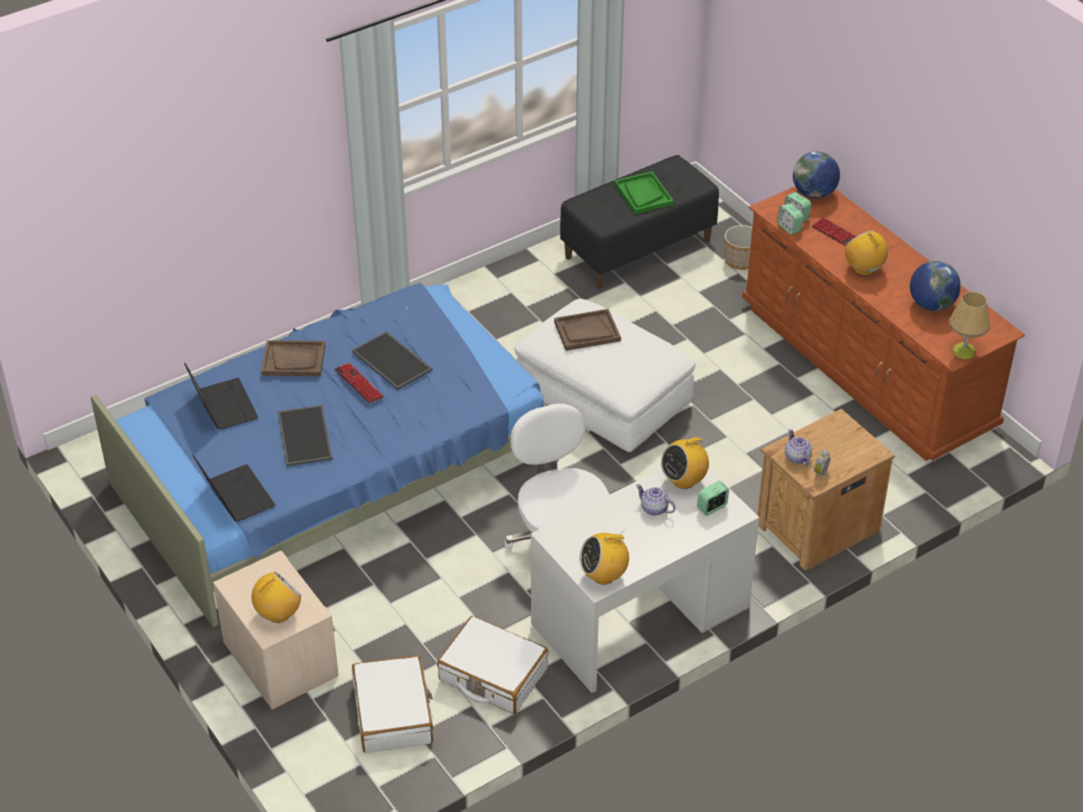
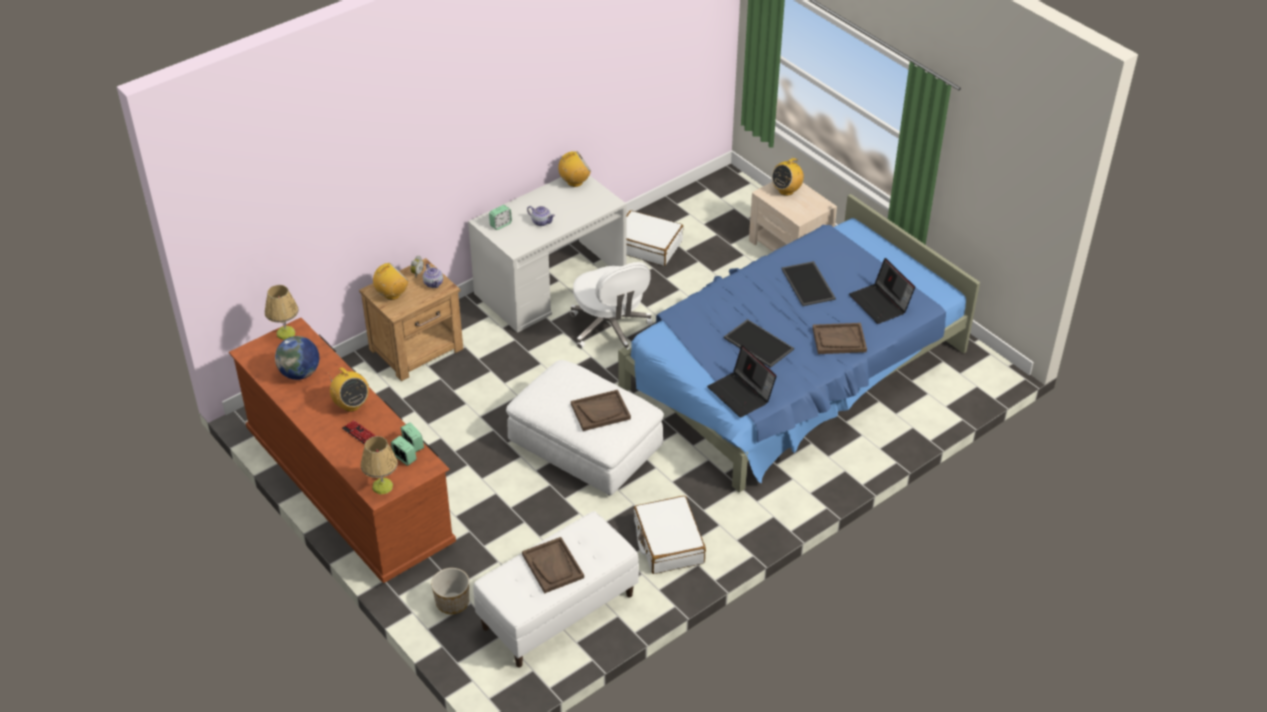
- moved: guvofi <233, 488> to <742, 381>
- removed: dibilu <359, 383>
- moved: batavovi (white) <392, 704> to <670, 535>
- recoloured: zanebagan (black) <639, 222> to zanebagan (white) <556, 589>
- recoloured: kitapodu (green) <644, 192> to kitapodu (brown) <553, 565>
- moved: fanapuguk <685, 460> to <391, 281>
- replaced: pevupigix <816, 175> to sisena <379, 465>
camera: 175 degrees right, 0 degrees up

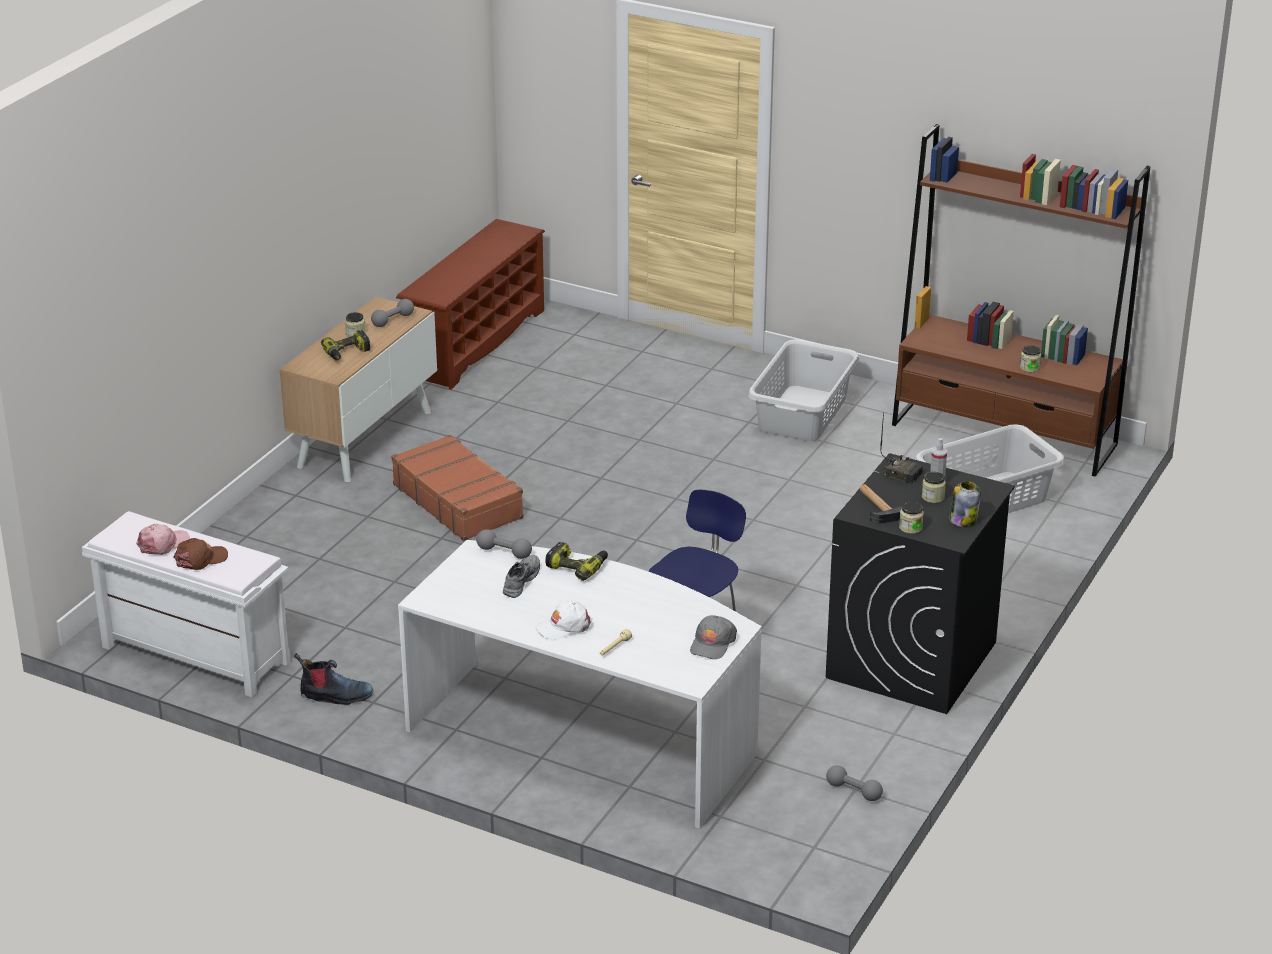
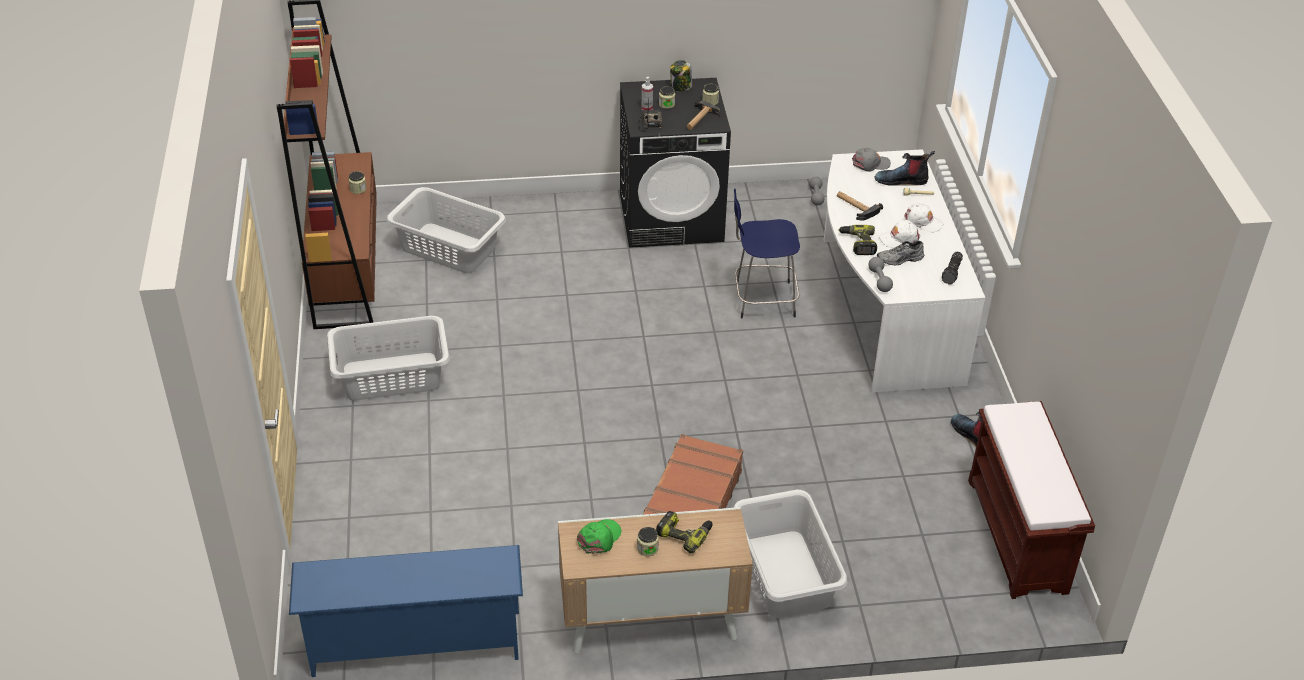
- recoloured: zanebagan (white) <186, 604> to zanebagan (brown) <1031, 500>
- removed: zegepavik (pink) <163, 539>
- removed: zegepavik (brown) <200, 554>
- replaced: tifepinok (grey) <392, 313> to zegepavik (green) <599, 536>
- recoloured: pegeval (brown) <470, 304> to pegeval (blue) <406, 611>
- added: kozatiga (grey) <790, 554>
- added: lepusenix <860, 206>
- added: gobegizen <904, 168>
- added: zegepavik (white) <900, 234>
- added: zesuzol <952, 268>
camera: 125 degrees left, 10 degrees up

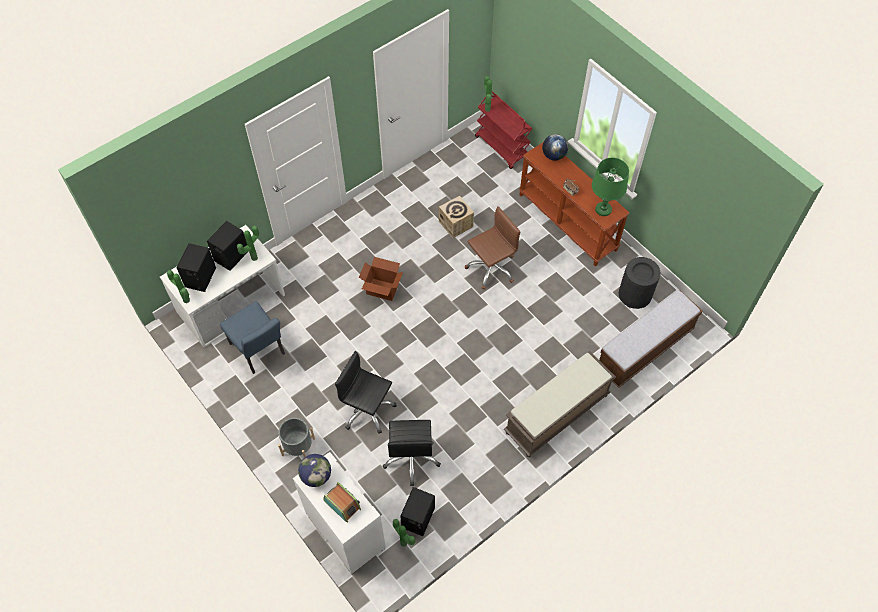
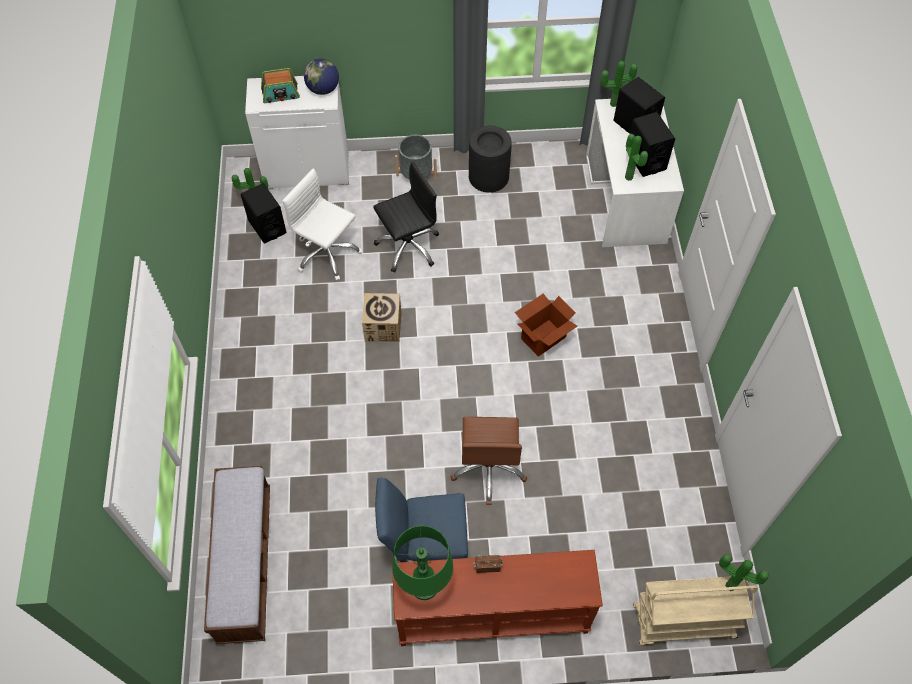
- moved: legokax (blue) <252, 337> to <421, 520>
- recoloured: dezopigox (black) <412, 453> to dezopigox (white) <322, 224>
- moved: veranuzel <456, 217> to <382, 317>
- recoloured: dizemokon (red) <503, 130> to dizemokon (beige) <695, 611>
- removed: zanebagan (brown) <560, 404>
- removed: pevupigix <555, 147>
- moved: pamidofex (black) <639, 283> to <490, 159>
camera: 125 degrees right, 0 degrees up

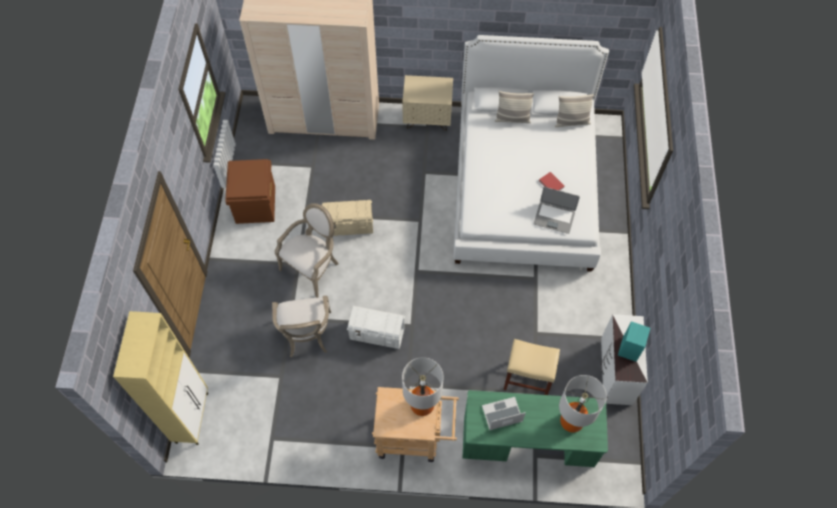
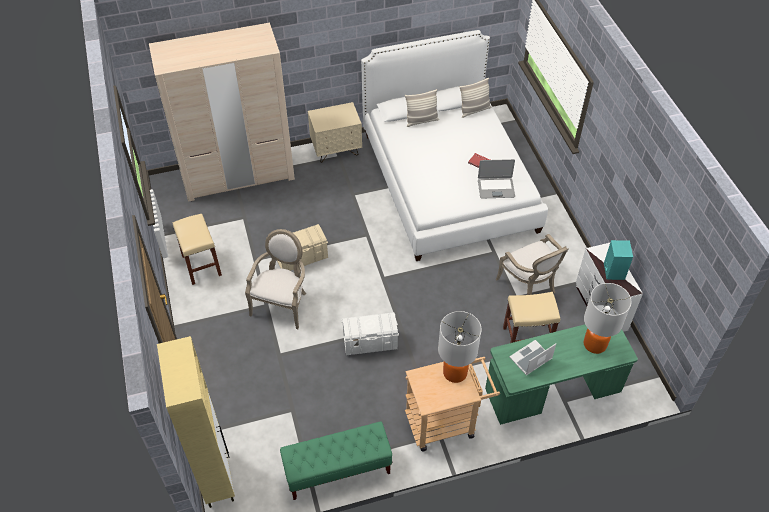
- replaced: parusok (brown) <250, 191> to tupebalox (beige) <197, 249>
- moved: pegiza <301, 326> to <532, 264>
- added: zanebagan (green) <336, 460>
camera: 20 degrees left, 10 degrees down

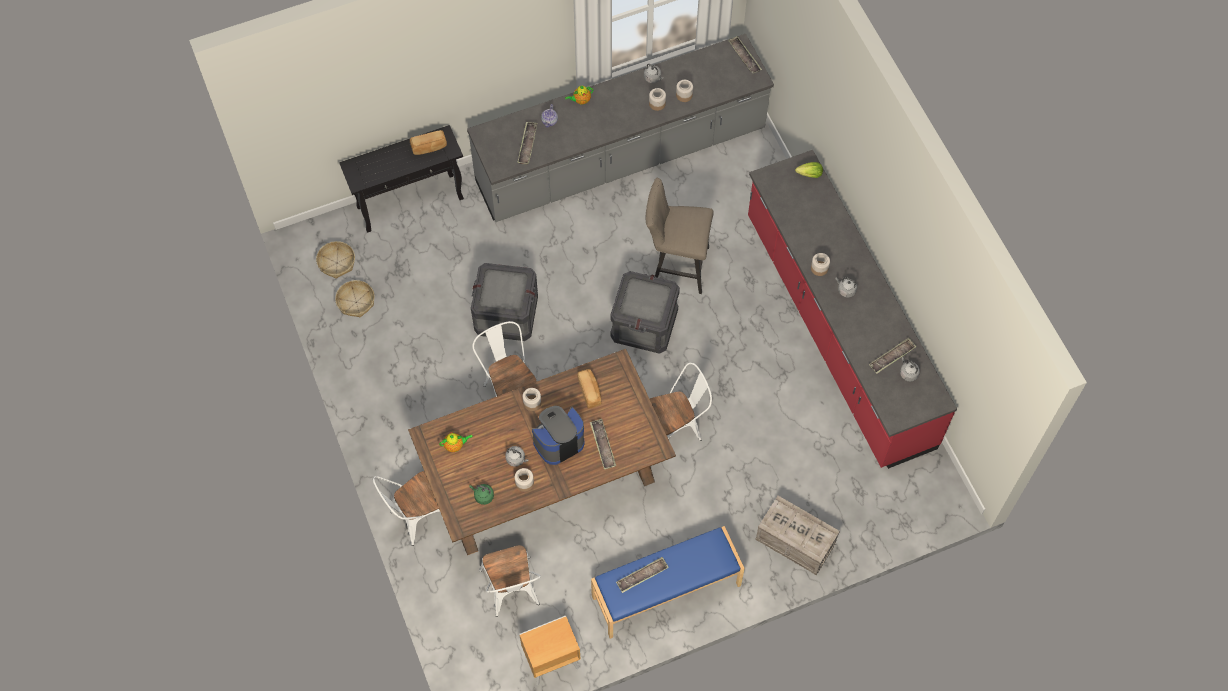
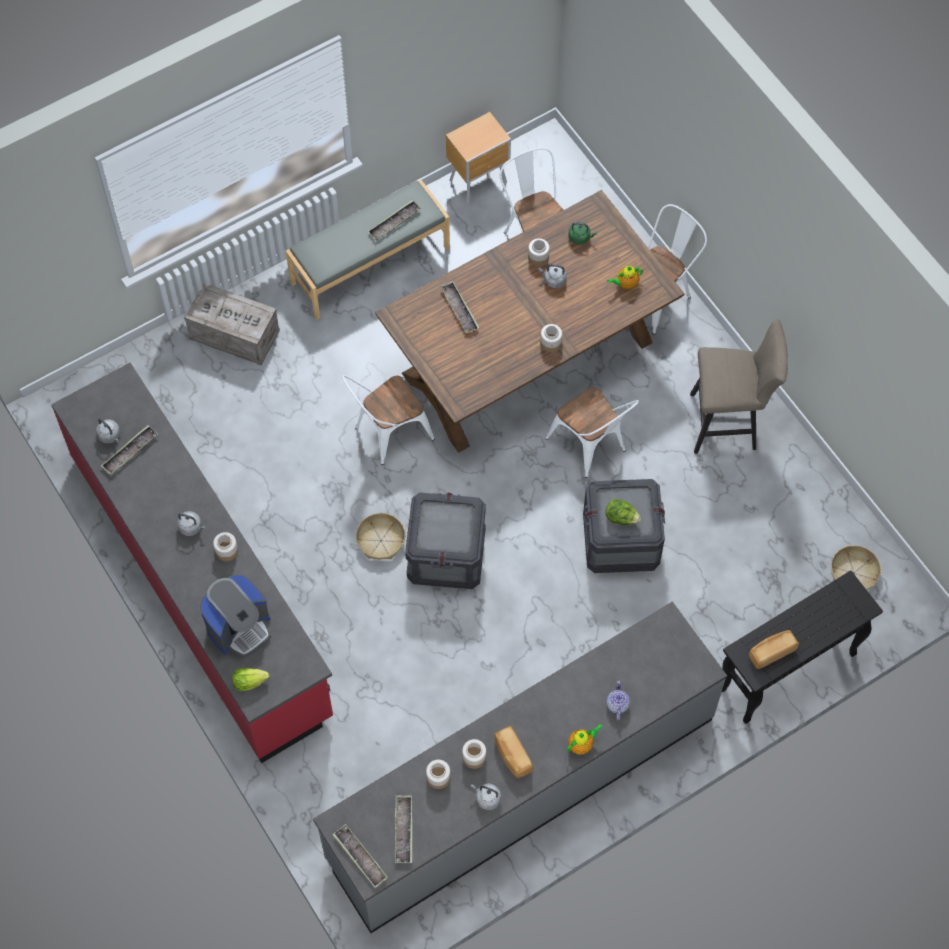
- moved: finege <355, 298> to <380, 536>
- moved: kitapodu <527, 143> to <403, 829>
- moved: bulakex <558, 435> to <235, 616>
- moved: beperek <589, 388> to <513, 752>
- recoloured: zanebagan (blue) <668, 582> to zanebagan (grey) <368, 250>
- moved: tupebalox (beige) <680, 236> to <739, 386>
- added: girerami <623, 512>
camera: 170 degrees right, 0 degrees up

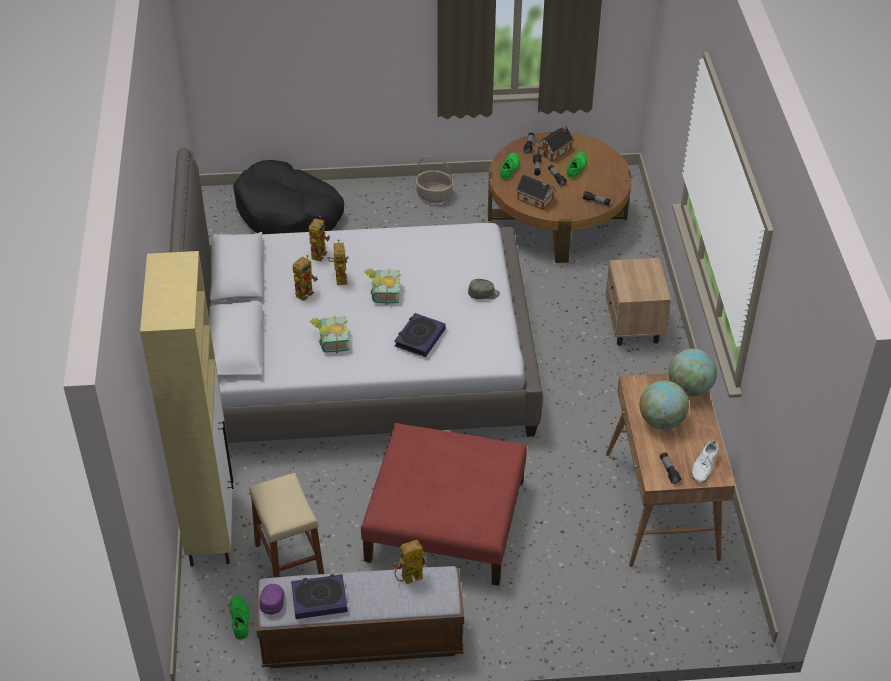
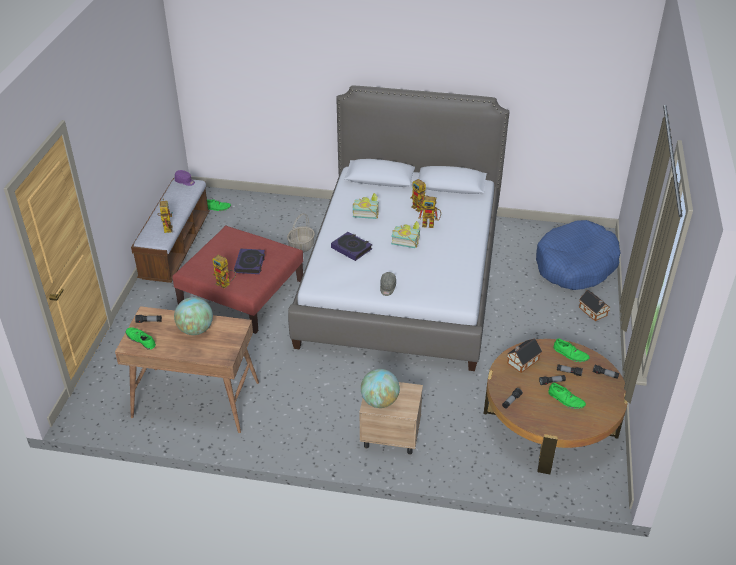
- removed: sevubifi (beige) <187, 408>
- recoloured: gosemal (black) <288, 197> to gosemal (blue) <578, 255>
- removed: tupebalox (beige) <286, 525>
- moved: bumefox <319, 596> to <249, 261>
- moved: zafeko <319, 238> to <224, 271>
- moved: finege <434, 179> to <301, 233>
- moved: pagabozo <555, 144> to <595, 305>
- moved: pevupigix <692, 373> to <380, 388>
- recoloured: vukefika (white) <704, 462> to vukefika (green) <141, 338>
camera: 105 degrees right, 5 degrees down

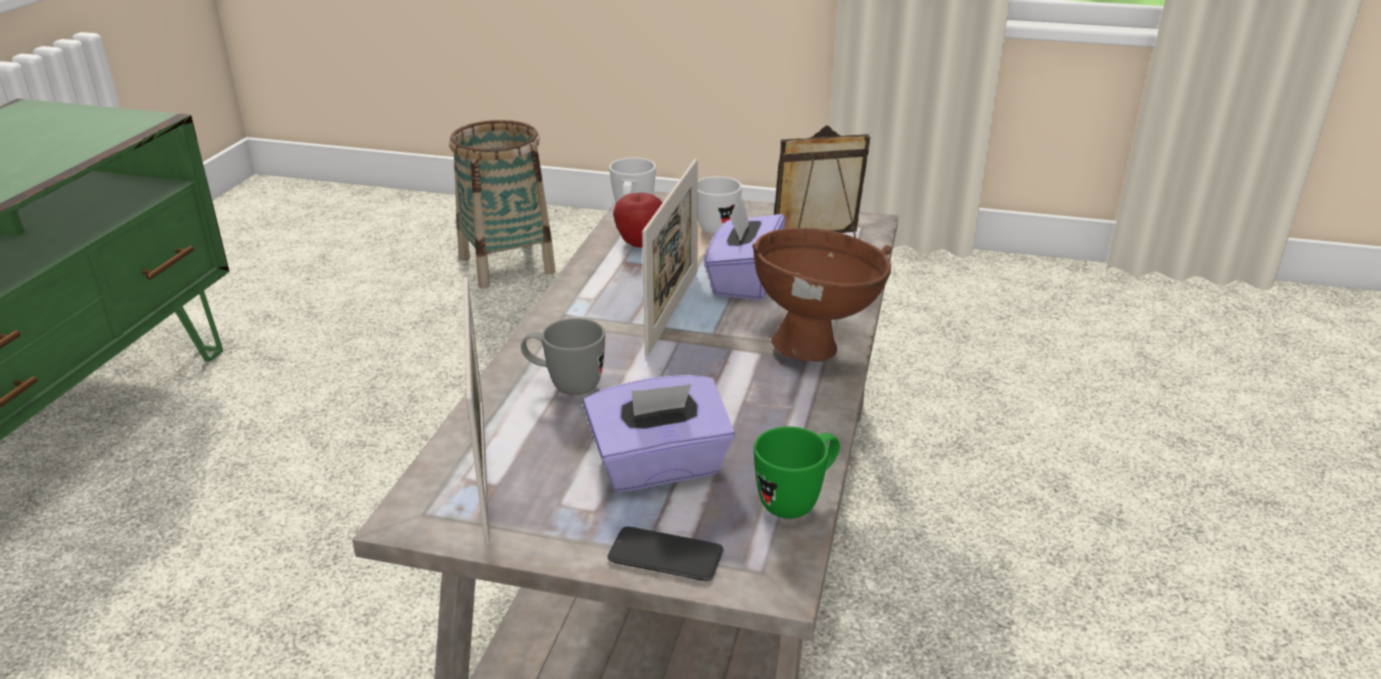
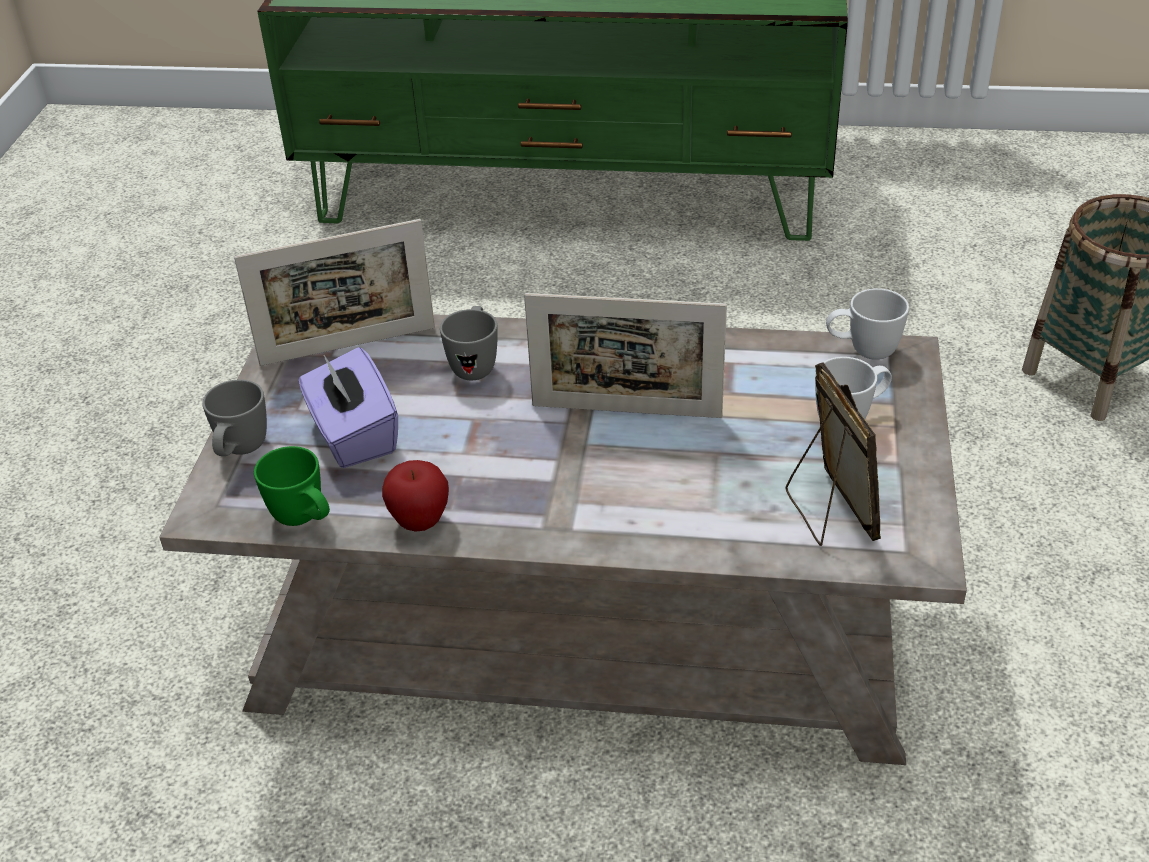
- replaced: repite <666, 553> to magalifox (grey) <234, 418>
- moved: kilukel <638, 220> to <415, 496>
- removed: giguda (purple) <745, 249>
- removed: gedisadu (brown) <821, 294>
camera: 85 degrees right, 10 degrees up

